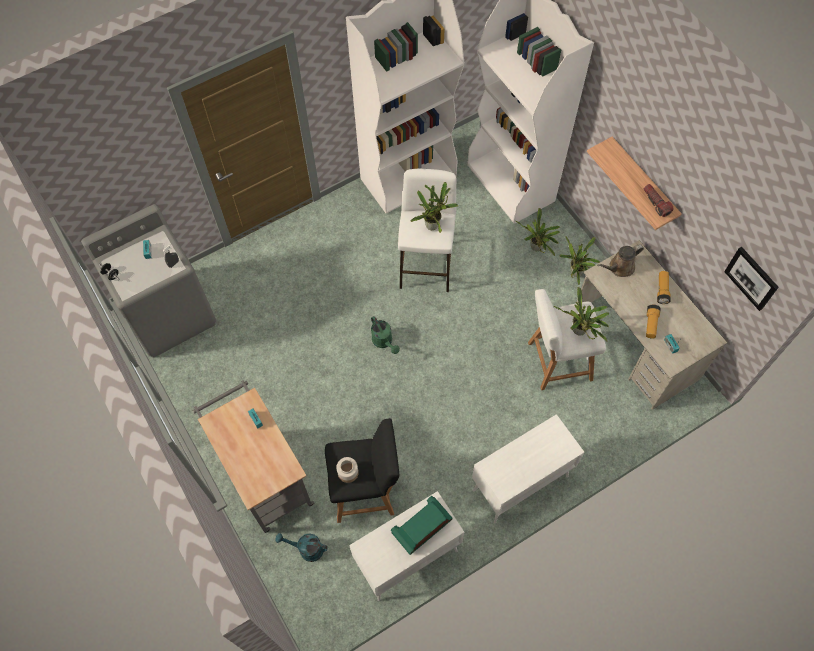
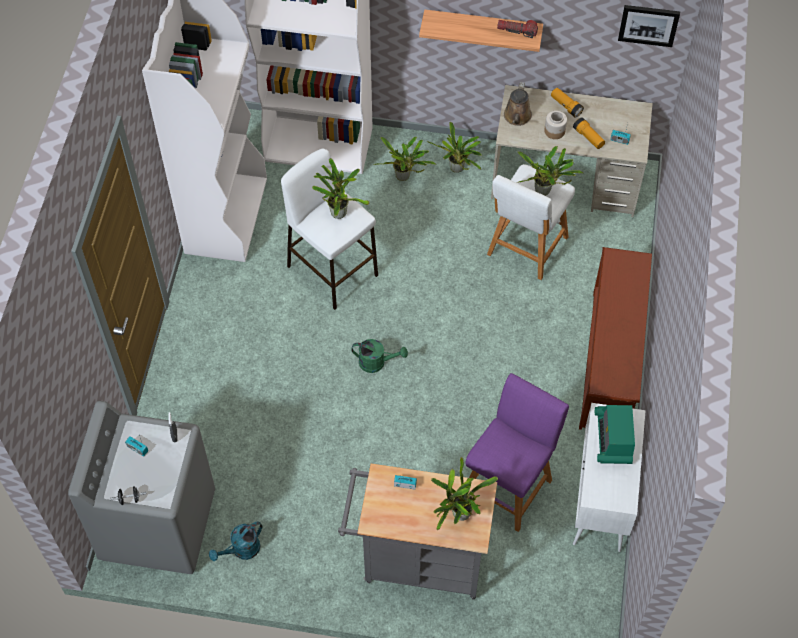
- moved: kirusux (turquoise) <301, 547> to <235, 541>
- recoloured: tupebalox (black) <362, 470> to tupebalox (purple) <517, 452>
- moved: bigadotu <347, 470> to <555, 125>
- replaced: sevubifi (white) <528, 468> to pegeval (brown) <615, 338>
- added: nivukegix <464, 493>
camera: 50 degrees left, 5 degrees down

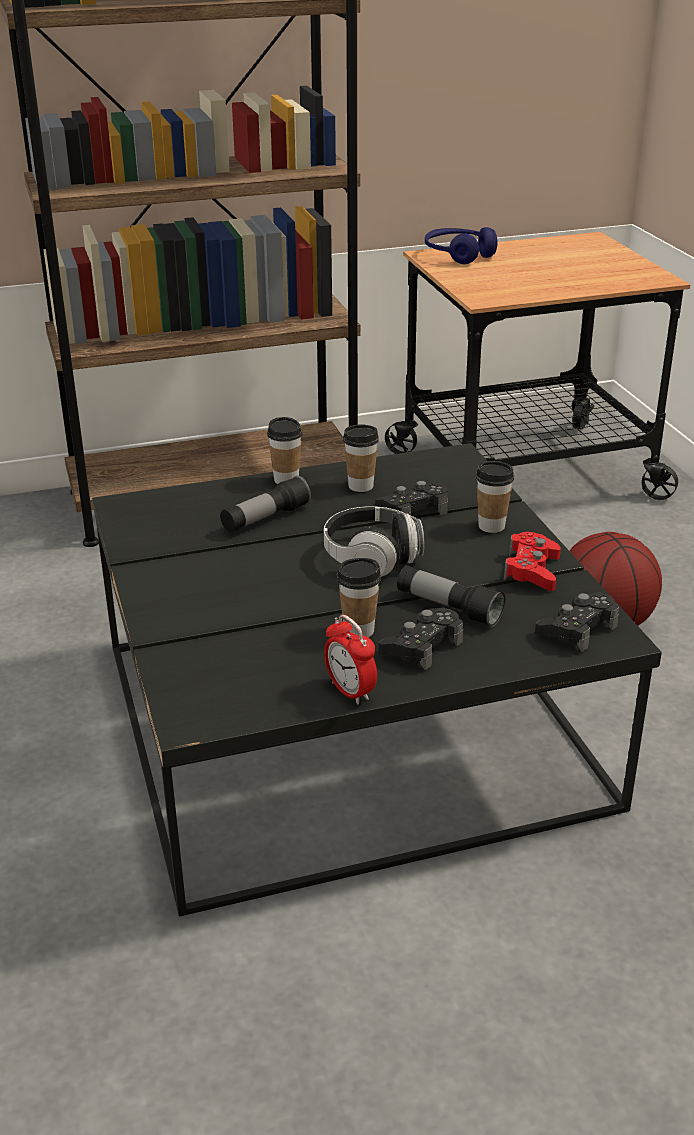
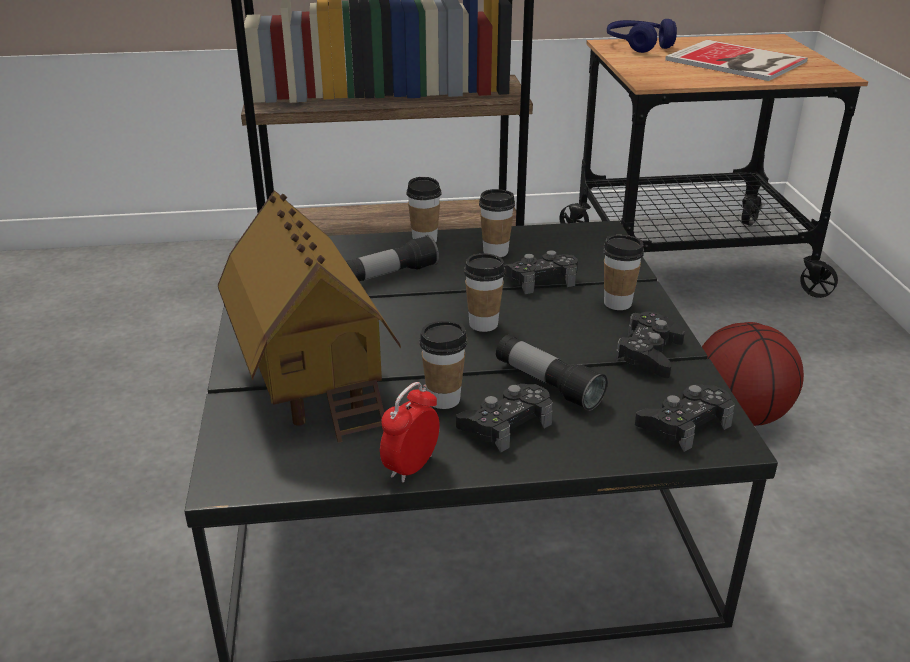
- replaced: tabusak <374, 541> to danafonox <485, 292>
- turned: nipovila <350, 659> = <410, 432> 60 degrees clockwise
- recoloured: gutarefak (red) <532, 561> to gutarefak (black) <650, 345>
- added: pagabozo <309, 316>
- added: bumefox <736, 60>
camera: 10 degrees right, 0 degrees up

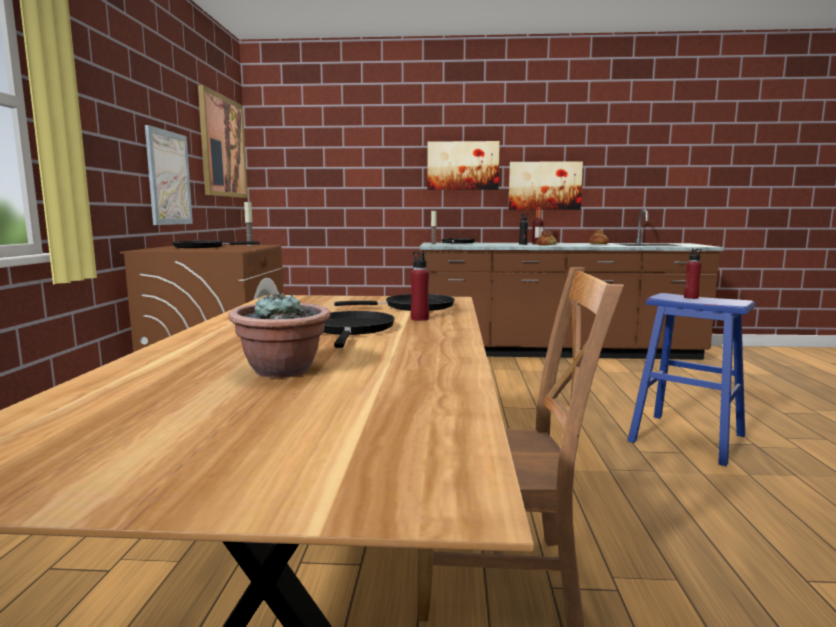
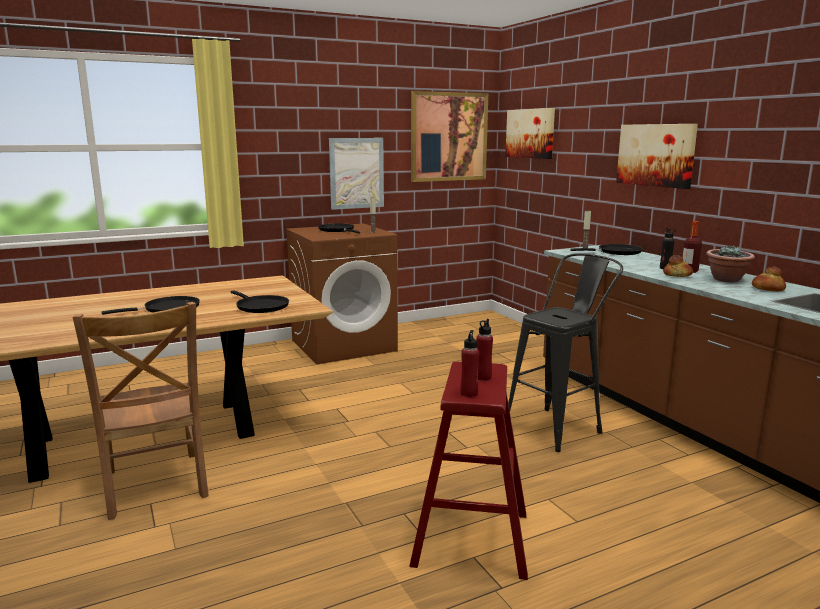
- moved: nivukegix <279, 335> to <730, 263>
- moved: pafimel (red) <420, 286> to <469, 363>
- moved: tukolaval <545, 185> to <530, 133>
- recoloured: tupebalox (blue) <691, 379> to tupebalox (red) <468, 471>
- added: tupebalox (black) <565, 352>
camera: 60 degrees right, 5 degrees up

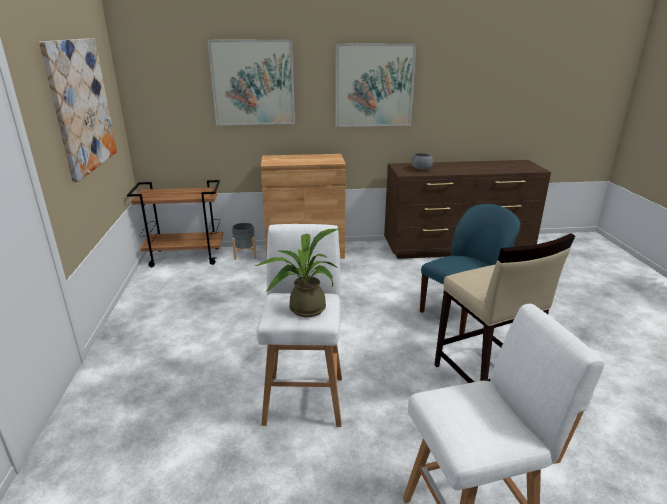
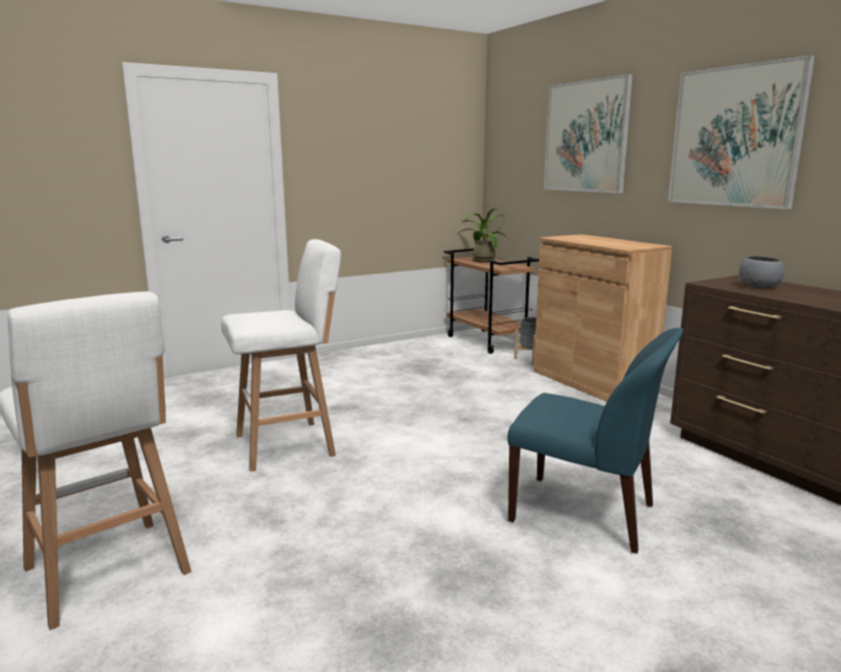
- removed: tukolaval <78, 110>
- moved: nivukegix <296, 273> to <482, 235>
- removed: tupebalox (beige) <504, 308>
camera: 65 degrees right, 10 degrees down

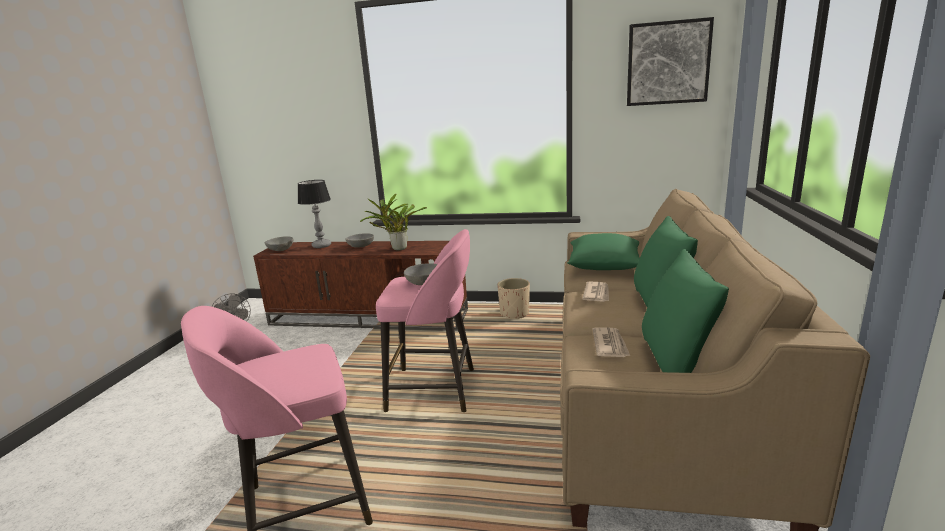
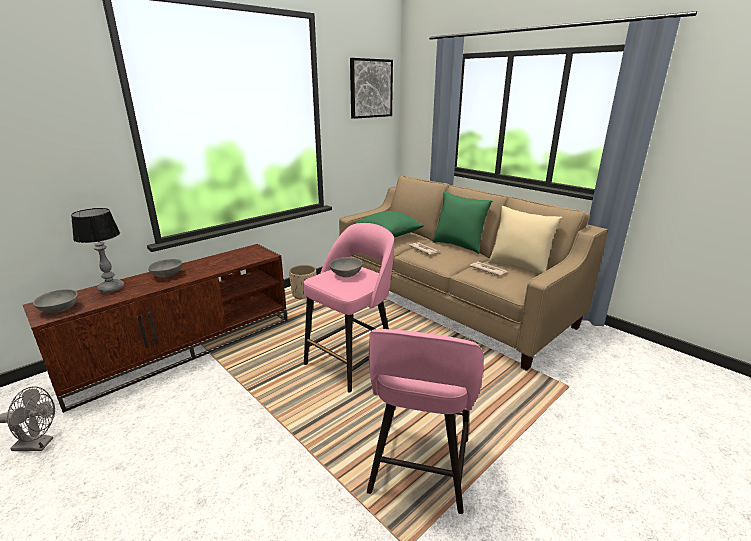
- removed: nivukegix <393, 222>
- recoloured: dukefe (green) <685, 311> to dukefe (beige) <525, 240>
camera: 55 degrees left, 5 degrees up

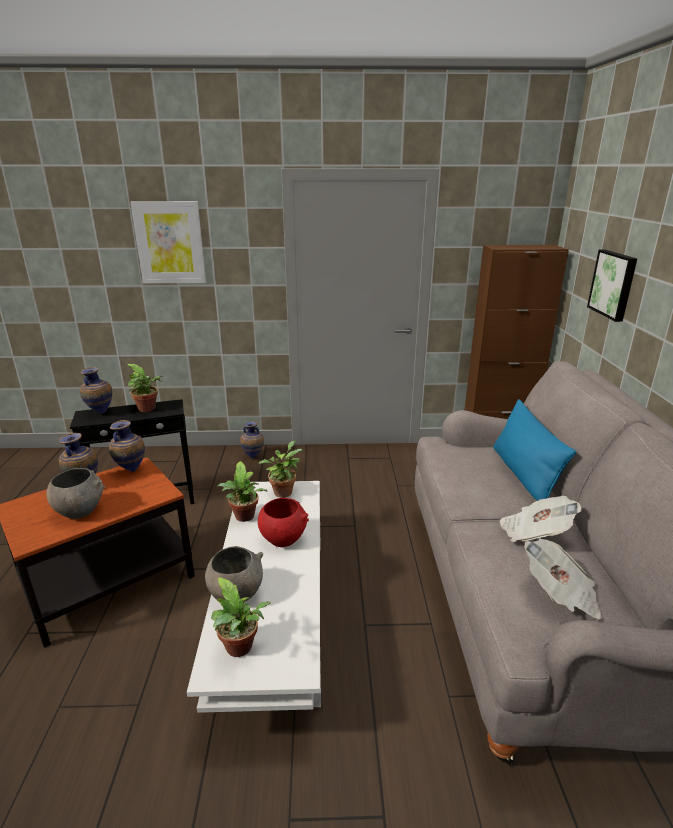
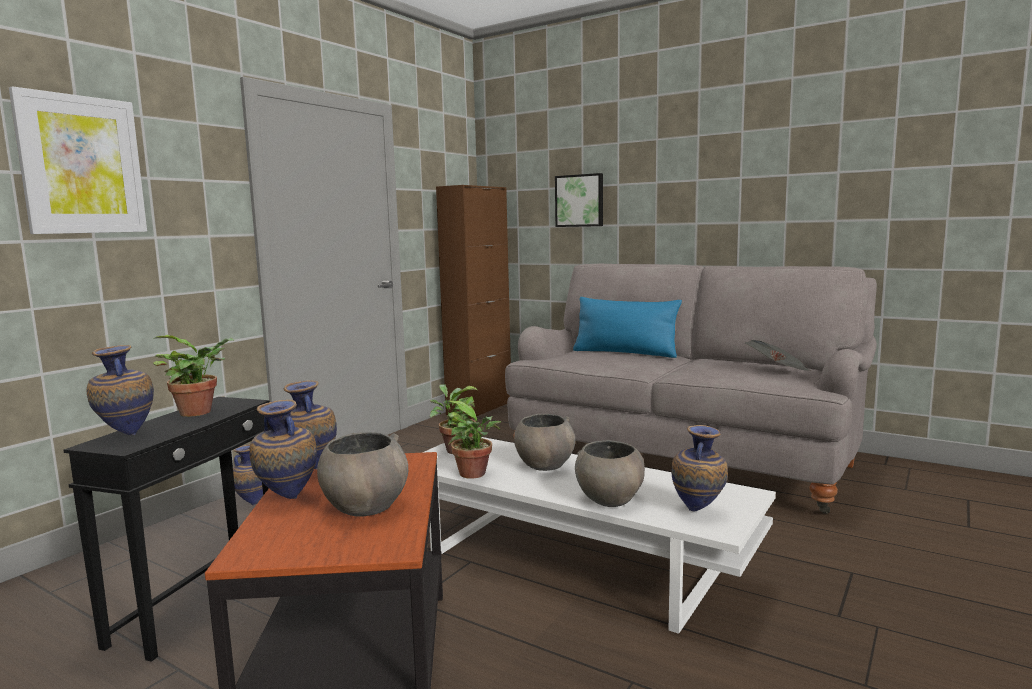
- replaced: nivukegix <241, 617> to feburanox <700, 468>
- recoloured: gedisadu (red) <283, 522> to gedisadu (grey) <544, 442>
- removed: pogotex <540, 519>
camera: 55 degrees left, 15 degrees down

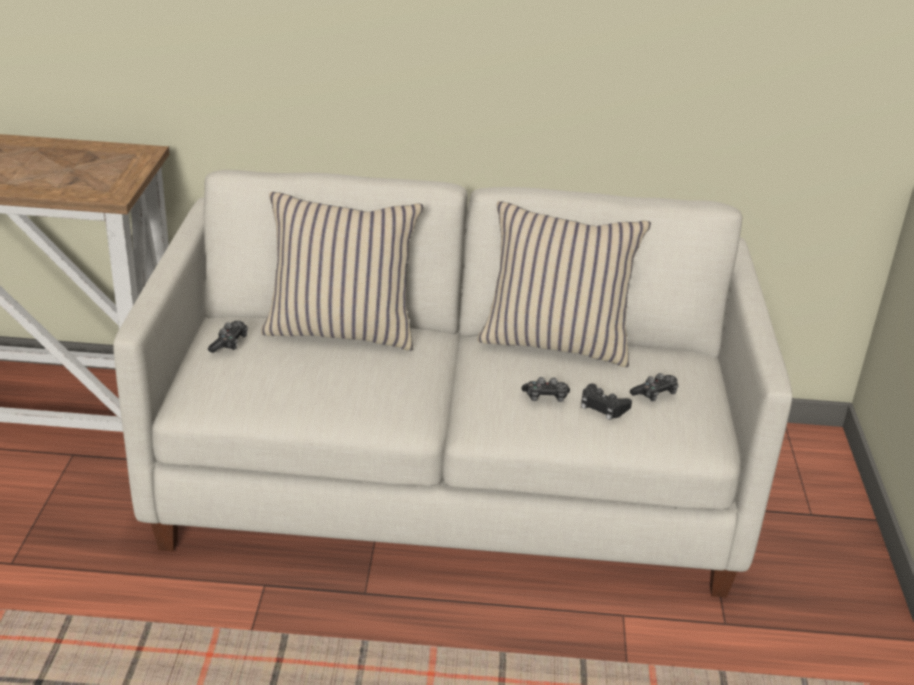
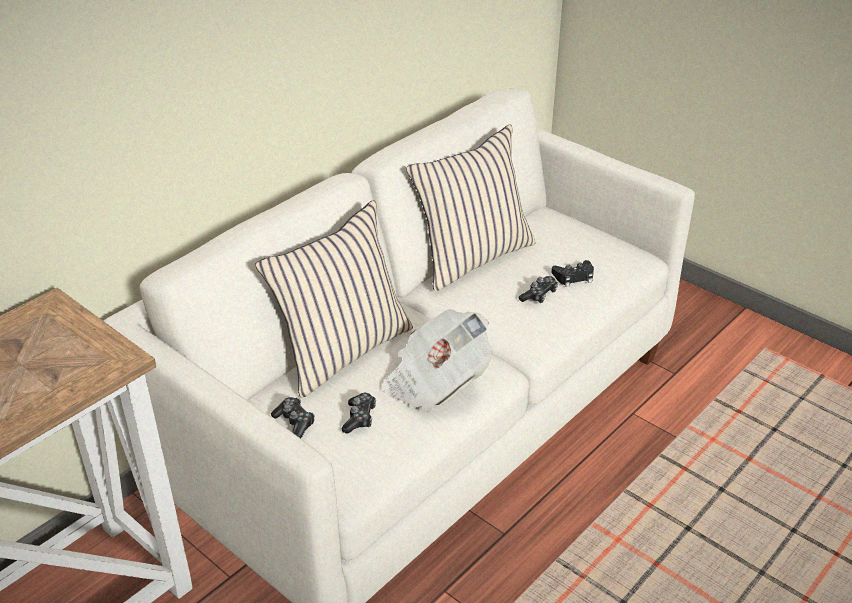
- moved: gutarefak <654, 387> to <359, 413>
- added: pogotex <437, 361>
camera: 50 degrees left, 5 degrees up

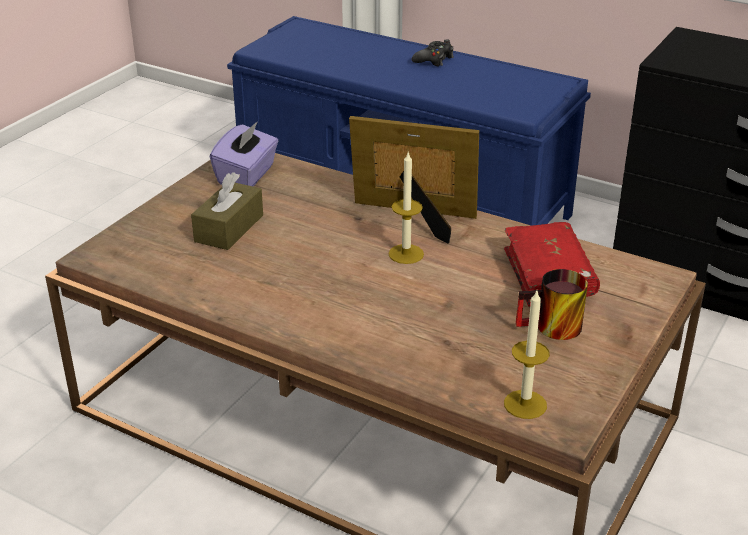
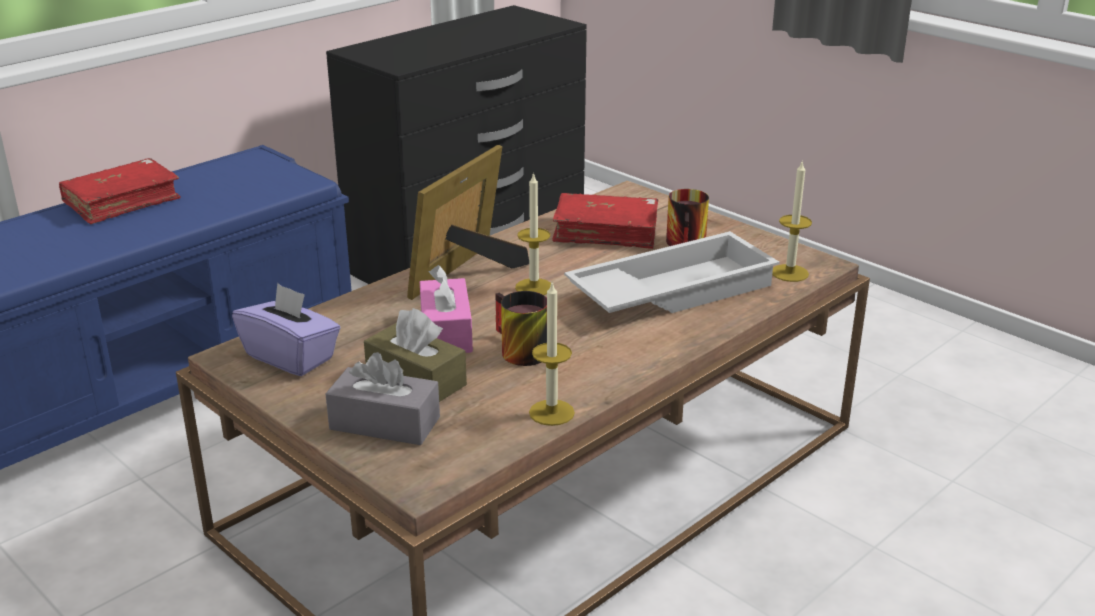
- replaced: gutarefak (black) <432, 53> to bumefox (red) <120, 191>
- added: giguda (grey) <382, 398>
- added: giguda (pink) <446, 309>
- added: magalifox <521, 328>
- added: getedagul <552, 354>
- added: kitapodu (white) <672, 272>
camera: 75 degrees left, 5 degrees down

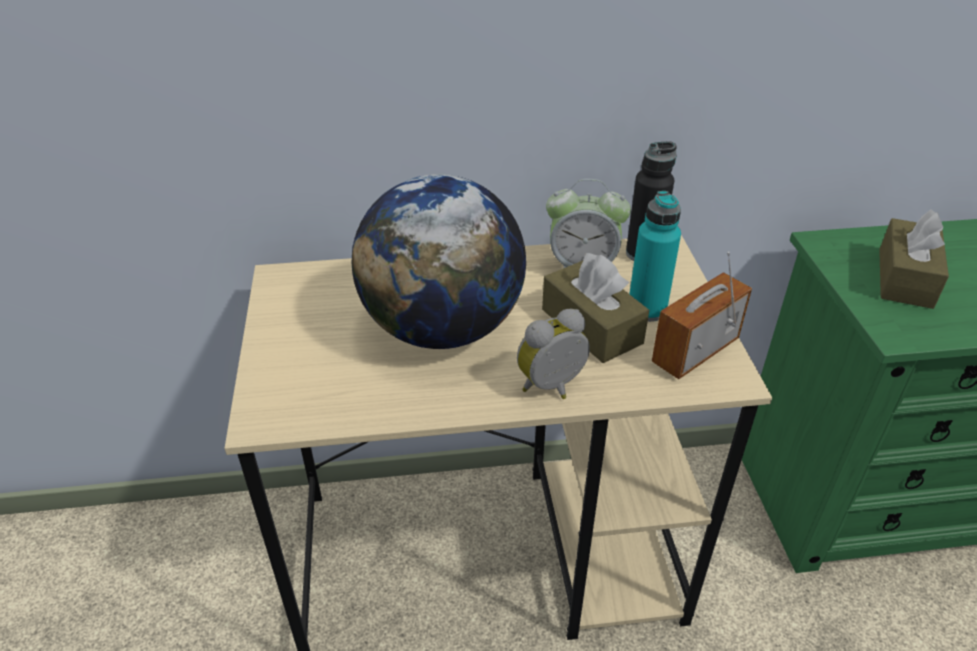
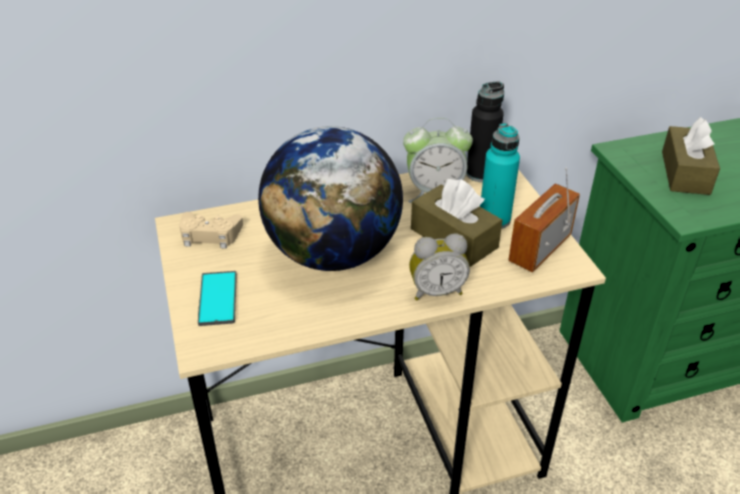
- turned: nipovila <553, 354> = <439, 266> 150 degrees counterclockwise
- added: gutarefak (beige) <211, 230>
- added: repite <217, 298>
camera: 10 degrees left, 0 degrees up

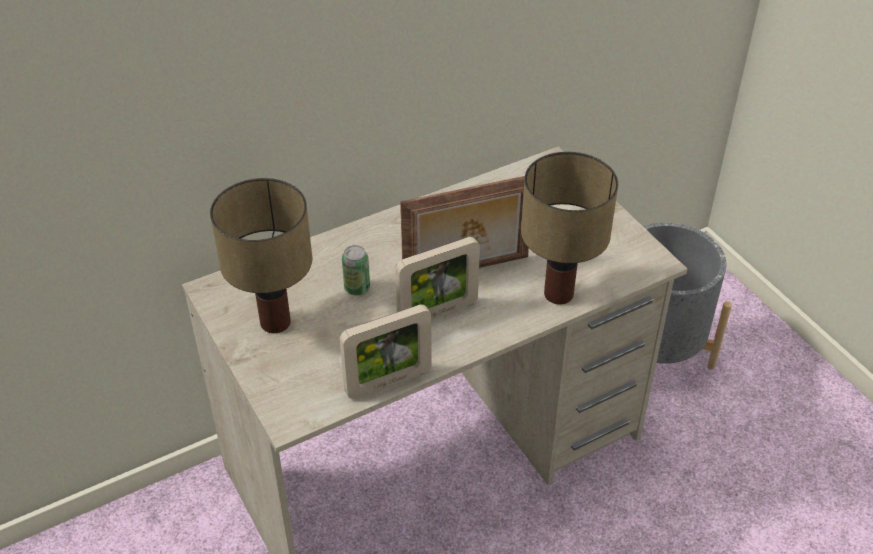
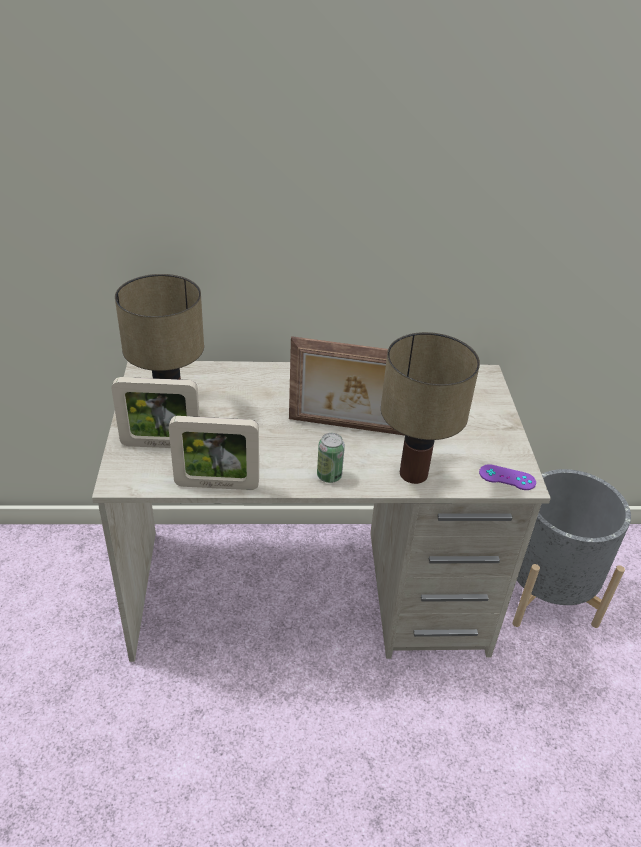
- moved: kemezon <356, 270> to <331, 458>
- moved: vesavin <437, 278> to <155, 412>
- added: gutarefak (purple) <507, 477>
camera: 25 degrees right, 5 degrees down

